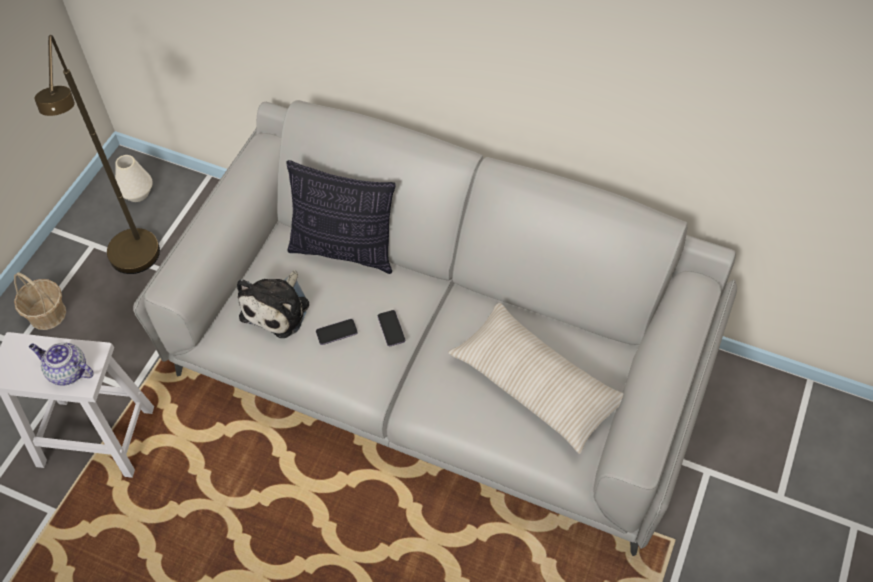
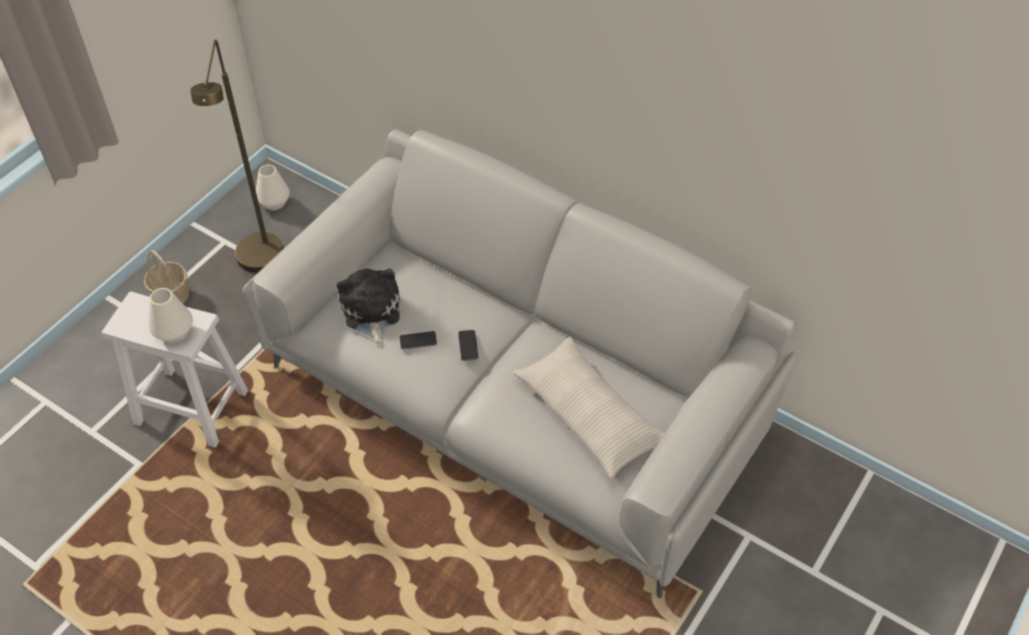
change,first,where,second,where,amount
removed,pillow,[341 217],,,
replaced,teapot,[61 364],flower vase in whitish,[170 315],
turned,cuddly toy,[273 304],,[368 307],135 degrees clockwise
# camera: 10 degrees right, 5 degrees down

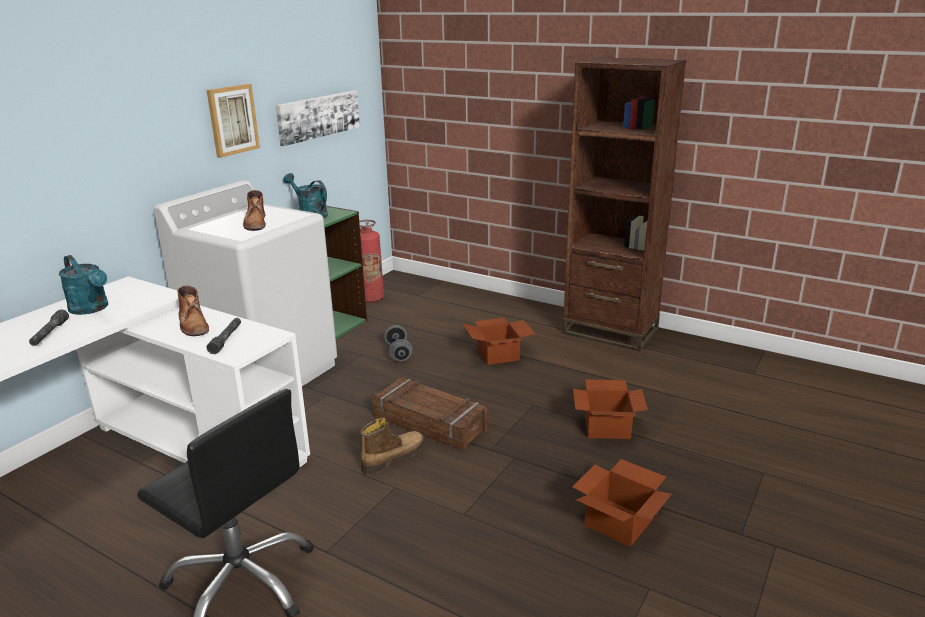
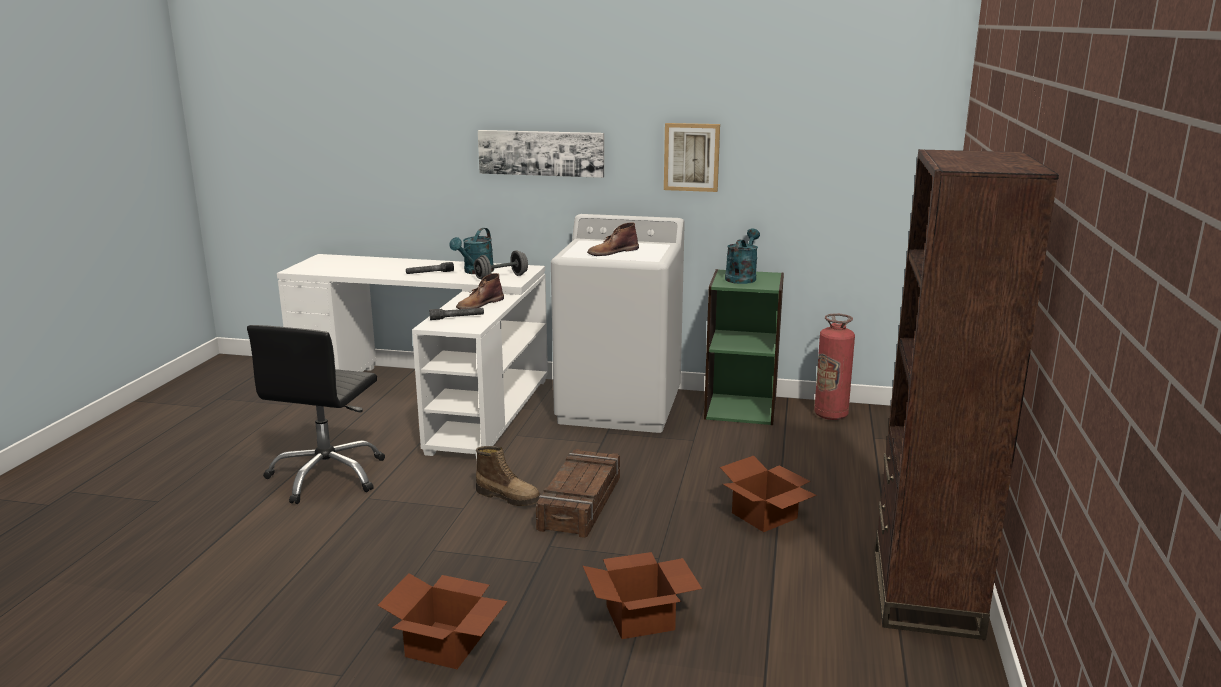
change,first,where,second,where,amount
moved,wall art,[318 118],,[541 154],
moved,hand weight in gray,[398 343],,[501 265],
# camera: 70 degrees right, 5 degrees down

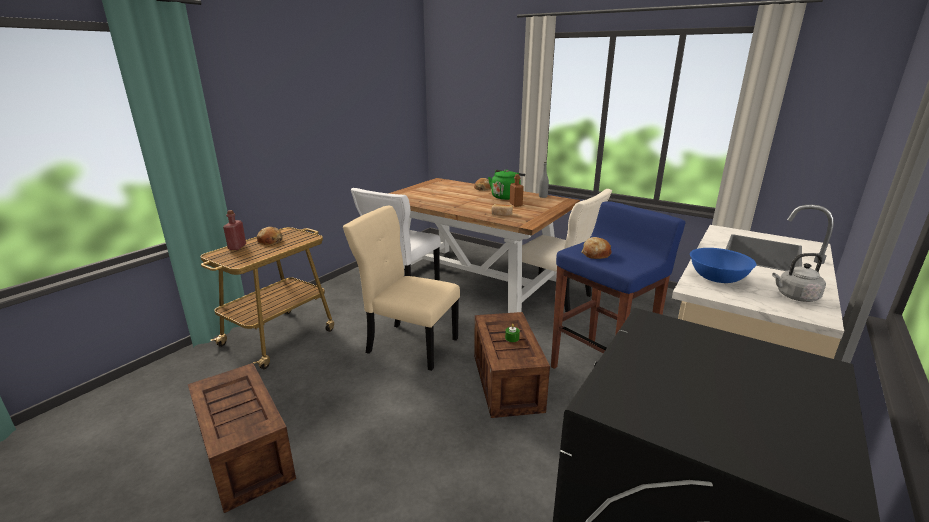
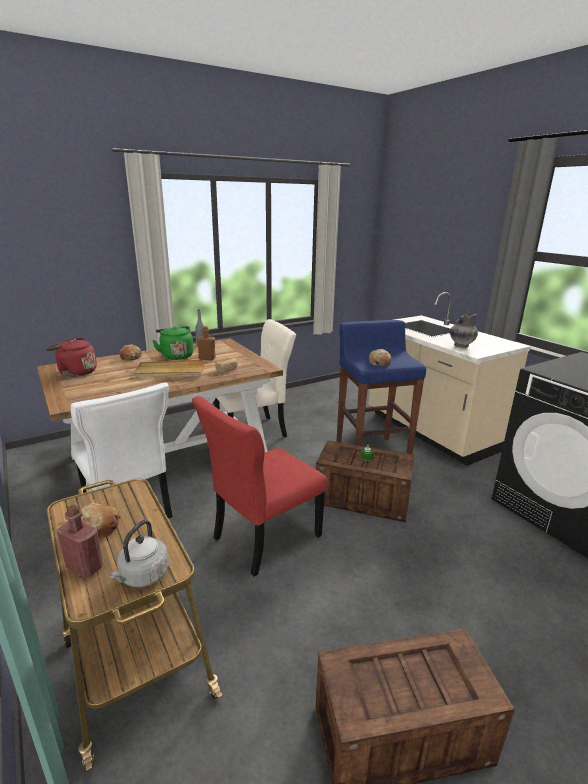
change,first,where,second,where,amount
added,,,water kettle in reddish,[71 357],
added,,,tray in beige-coloured,[169 369],
moved,water kettle in gray,[799 277],,[139 553],
replaced,serving bowl in bluish,[723 265],flower vase in gray,[464 331],
recoloured,plain chair in beige-coloured,[401 288],plain chair in reddish,[259 486],
# camera: 65 degrees left, 0 degrees up

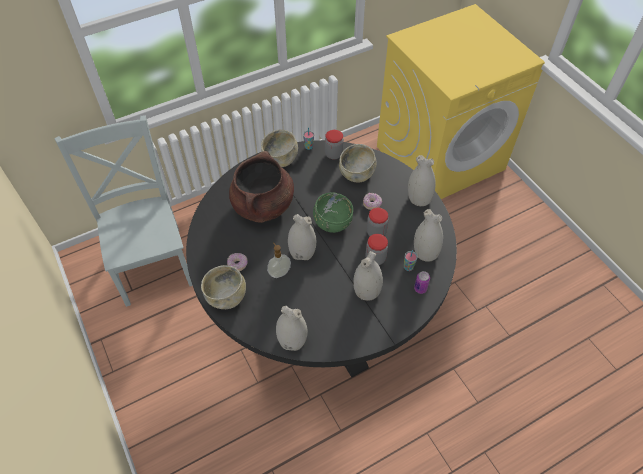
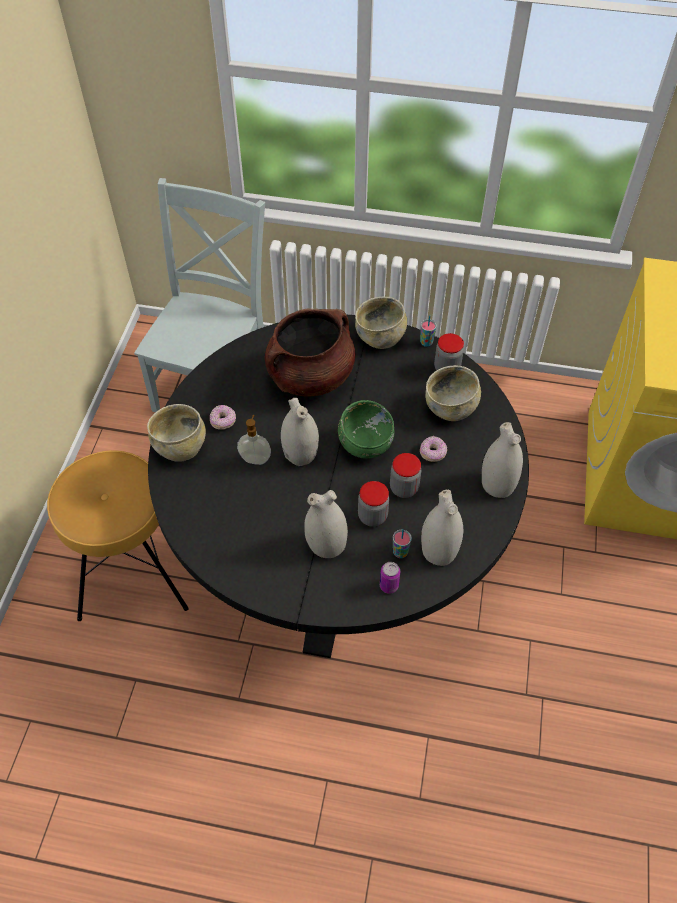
change,first,where,second,where,amount
removed,flower vase in whitish,[291 328],,,
added,,,stool seat in brown,[118 535],
# camera: 40 degrees right, 0 degrees up

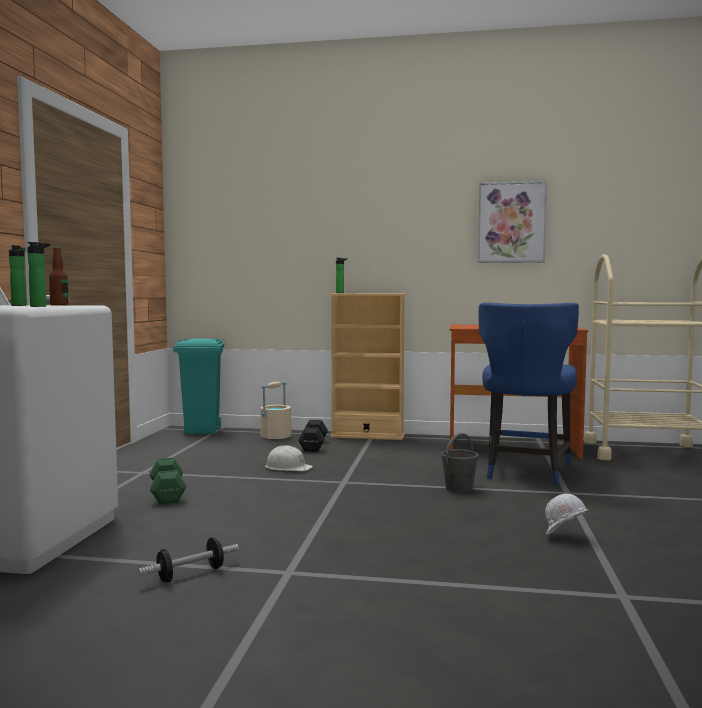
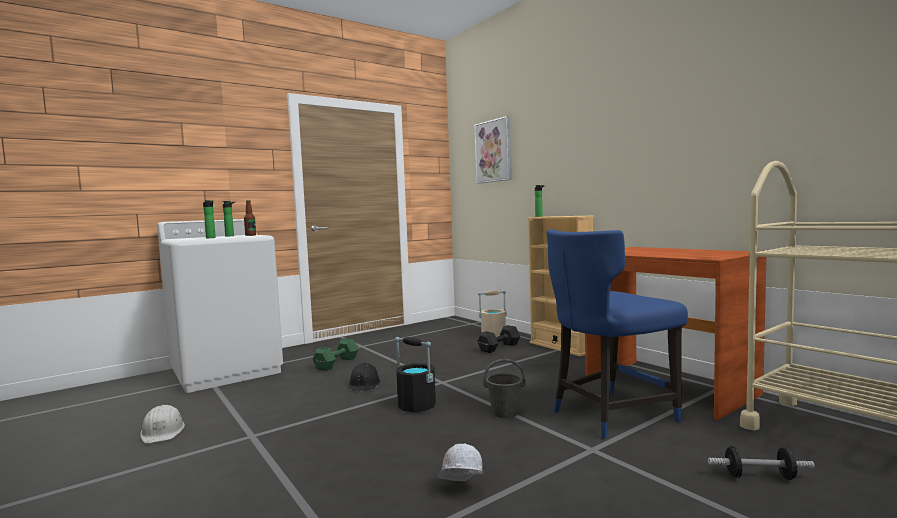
change,first,where,second,where,amount
removed,waste bin in blue-green,[199 386],,,
added,,,hard hat in black,[364 377],
added,,,water bucket in black,[415 374],
moved,hand weight,[188 559],,[761 463],
moved,hard hat in whitish,[288 458],,[162 424],
moved,wall art,[512 222],,[493 149],
# camera: 45 degrees right, 0 degrees up

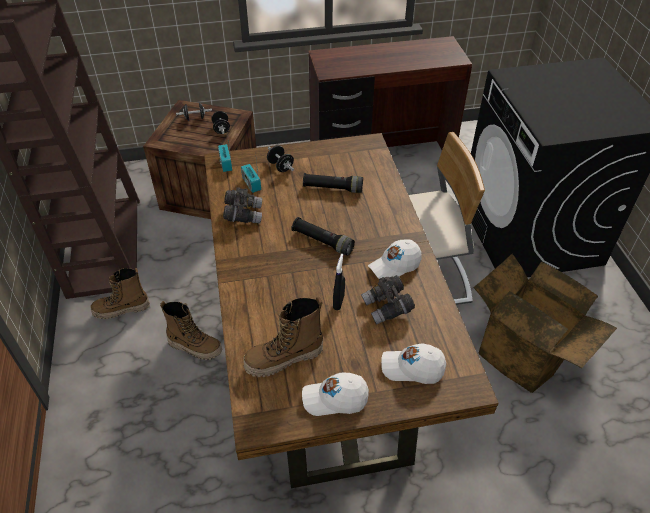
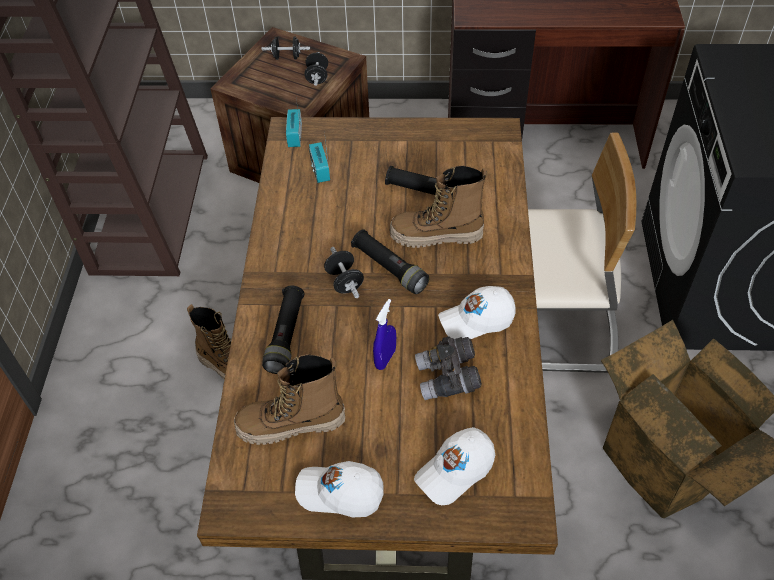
change,first,where,second,where,amount
removed,field glasses in gray,[242 205],,,
added,,,hand torch in black,[283 329],
moved,tall boot,[120 293],,[438 206],
moved,hand weight in black,[280 158],,[344 272],
recoloured,spray bottle in black,[339 282],spray bottle in bluish,[384 334],
turned,peaked cap in whitish,[413 363],,[454 466],60 degrees counterclockwise
# camera: 15 degrees right, 5 degrees up

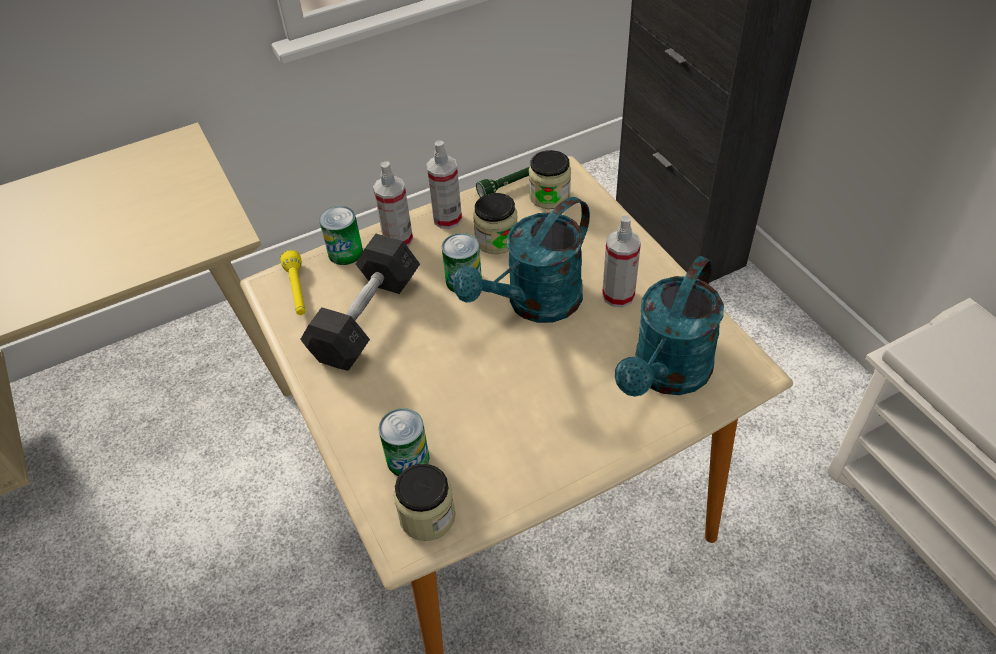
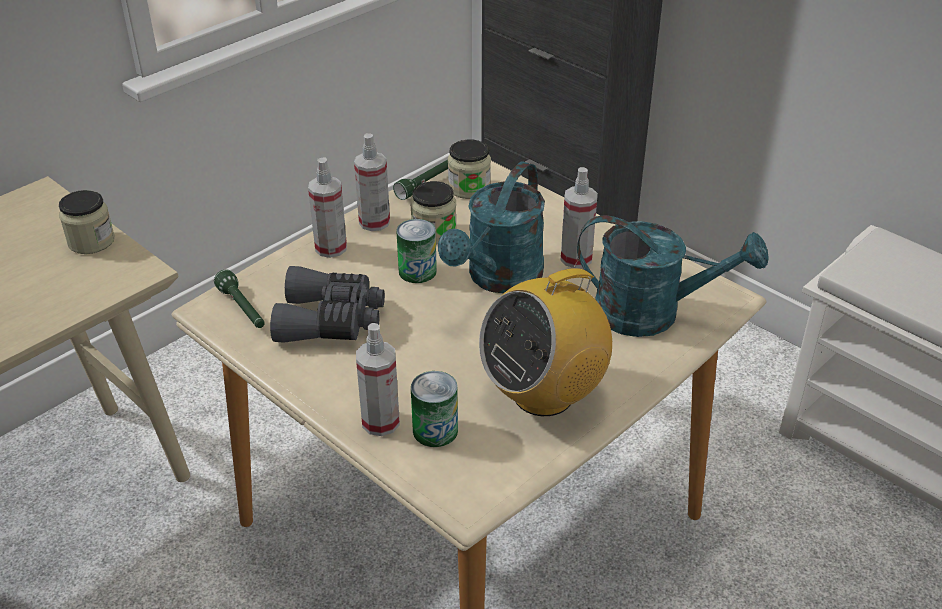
change,first,where,second,where,amount
removed,metal can,[341 235],,,
added,,,spray bottle,[378 379],
added,,,radio receiver,[545 337],
moved,storage jar,[425 502],,[87 222],
replaced,hand weight in gray,[360 302],field glasses in gray,[327 304],
recoloured,hand torch in yellowish,[293 282],hand torch in green-coloured,[239 298],
turned,sprinkling can in blue-green,[669 326],,[673 276],90 degrees counterclockwise
# camera: 20 degrees left, 10 degrees down

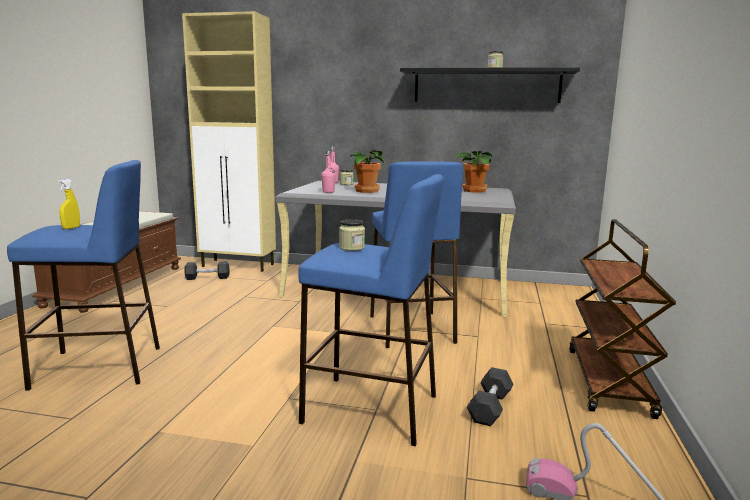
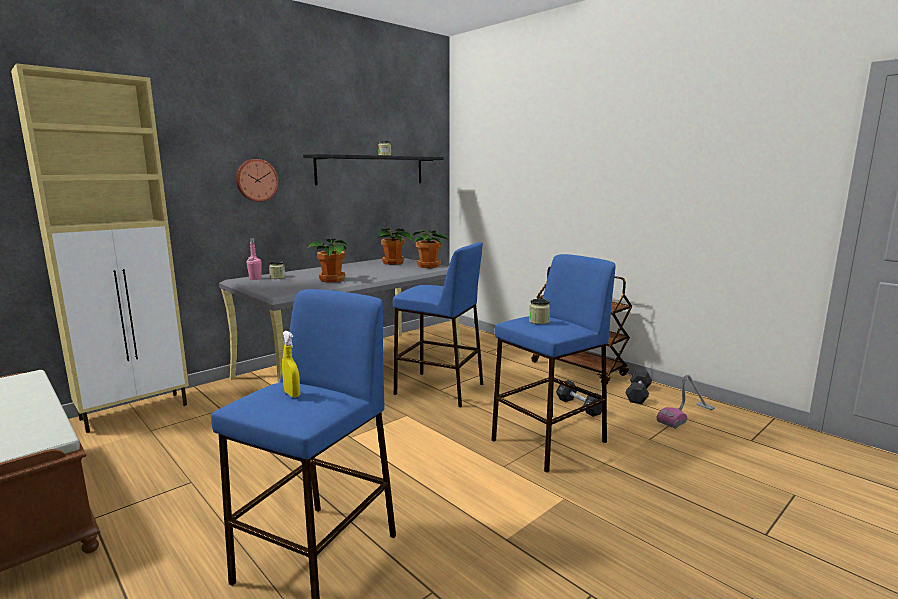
change,first,where,second,where,amount
removed,beverage bottle in pinkish,[328 171],,,
added,,,wall clock,[257 180],
added,,,potted plant,[431 249],
moved,hand weight in black,[206 270],,[638 387],
# camera: 55 degrees left, 0 degrees up

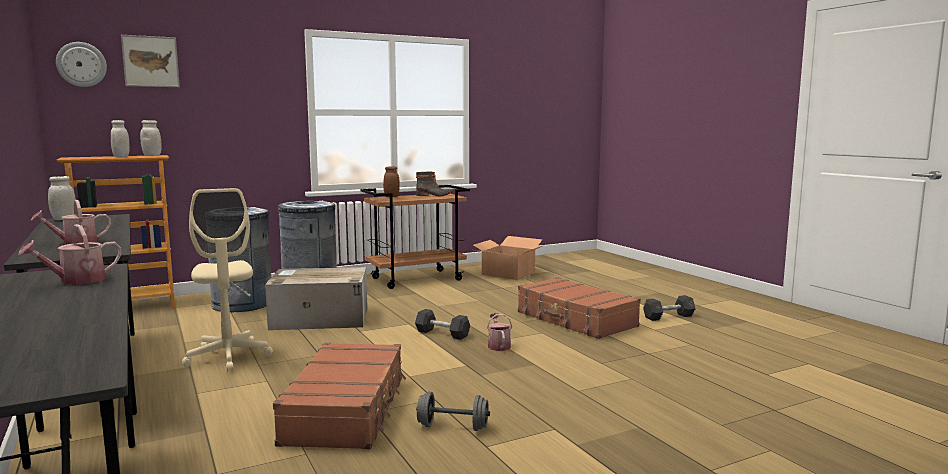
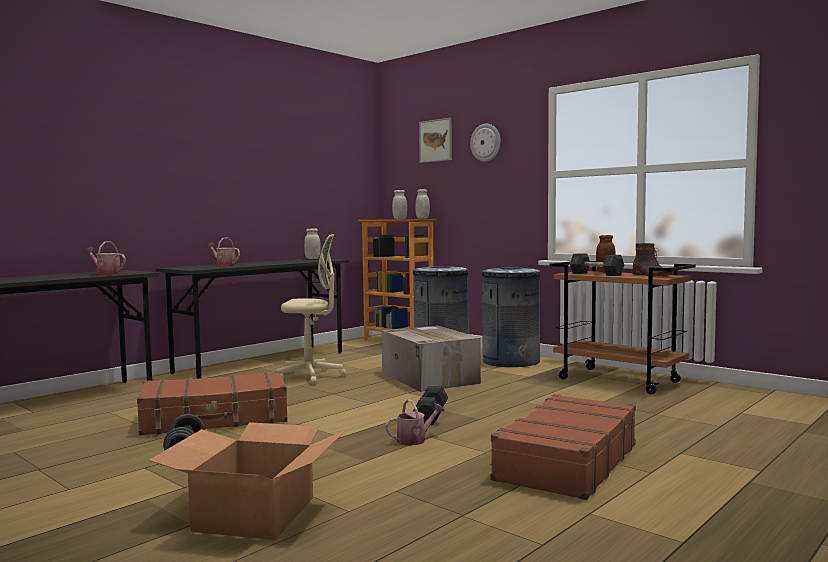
change,first,where,second,where,amount
moved,wall clock,[81 64],,[485 143],
moved,packing box,[508 258],,[247 481],
moved,hand weight in gray,[669 308],,[597 264],
turned,desk chair in beige-coloured,[227 280],,[311 309],135 degrees counterclockwise
# camera: 70 degrees right, 5 degrees down

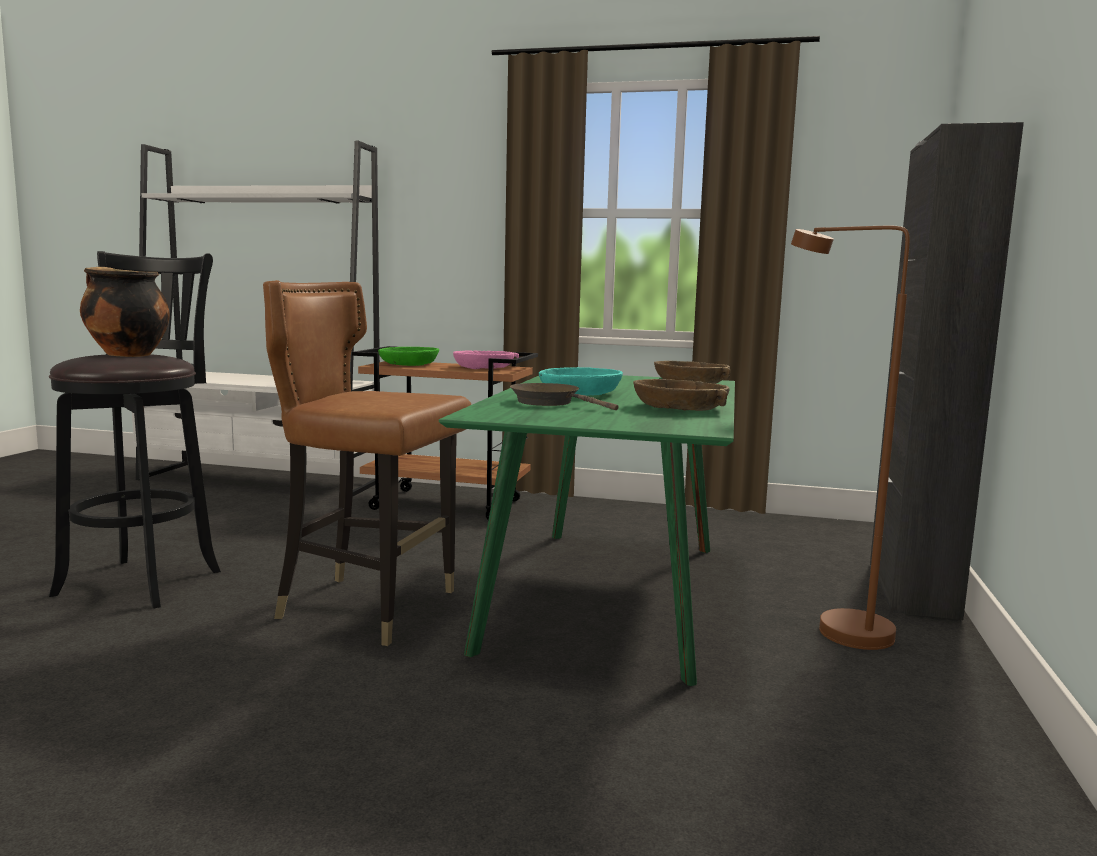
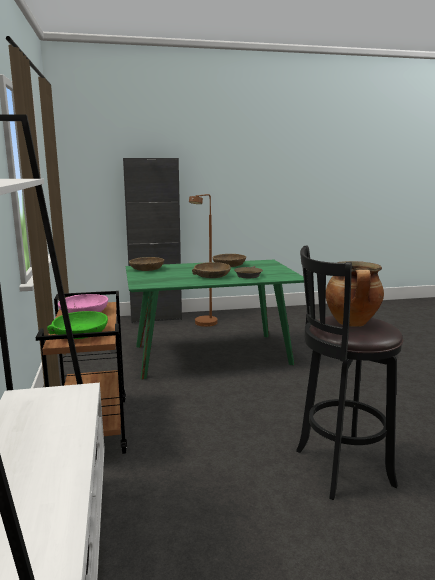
change,first,where,second,where,amount
removed,plain chair in brown,[367 463],,,
recoloured,serving bowl in blue-green,[581 381],serving bowl in brown,[211 270],
# camera: 115 degrees left, 5 degrees up

